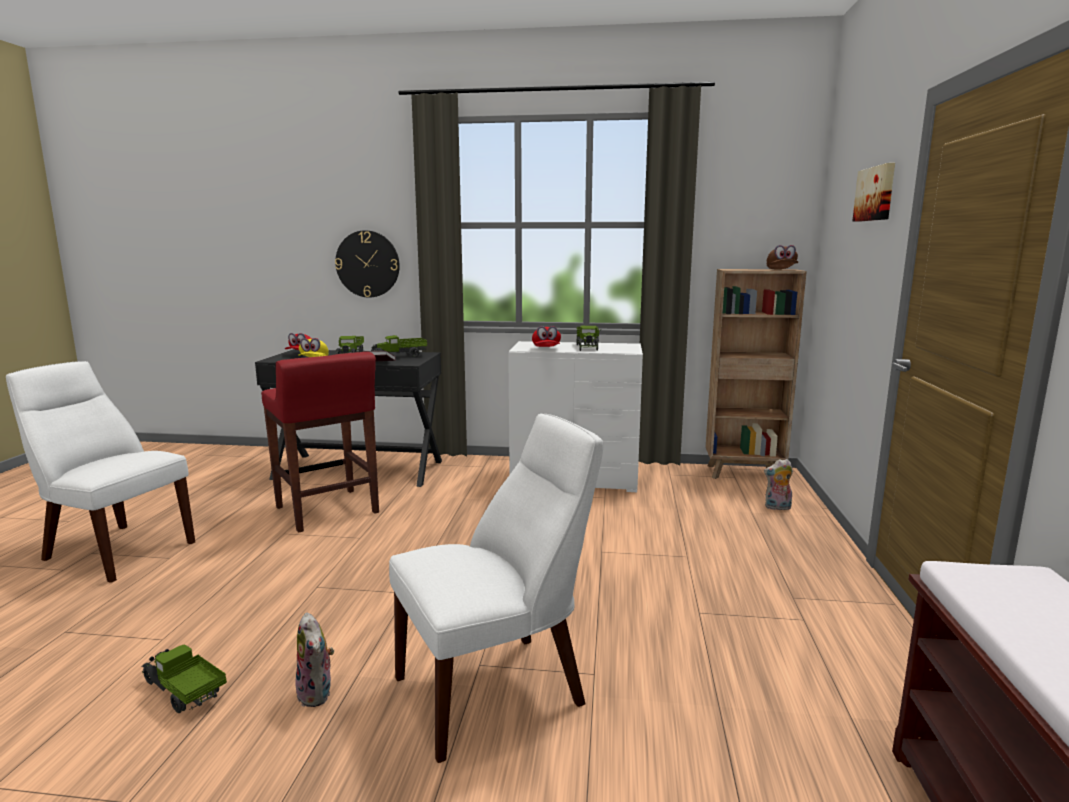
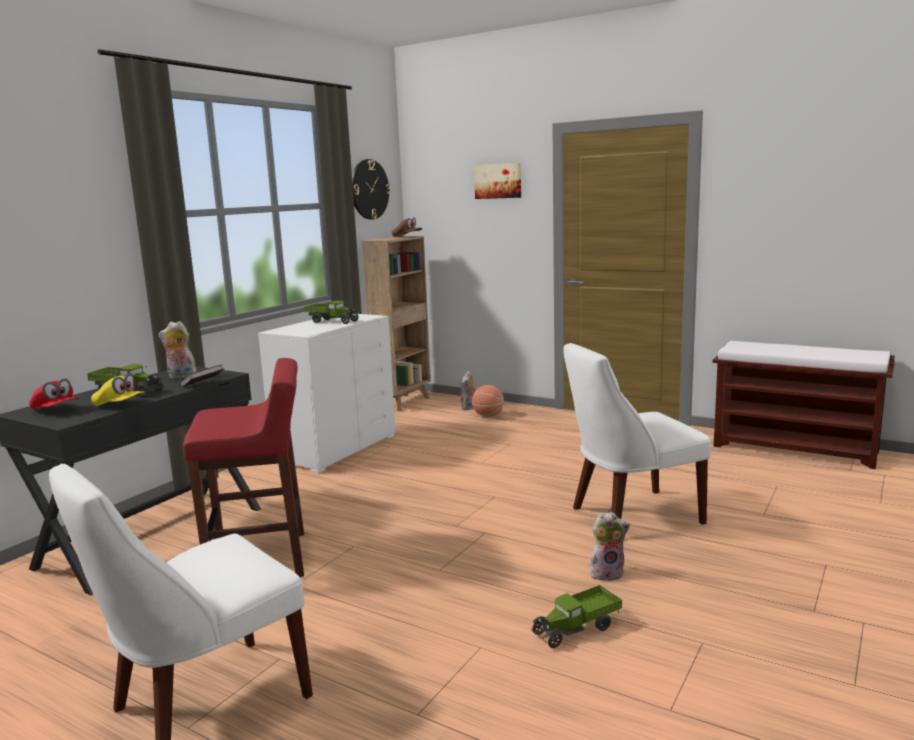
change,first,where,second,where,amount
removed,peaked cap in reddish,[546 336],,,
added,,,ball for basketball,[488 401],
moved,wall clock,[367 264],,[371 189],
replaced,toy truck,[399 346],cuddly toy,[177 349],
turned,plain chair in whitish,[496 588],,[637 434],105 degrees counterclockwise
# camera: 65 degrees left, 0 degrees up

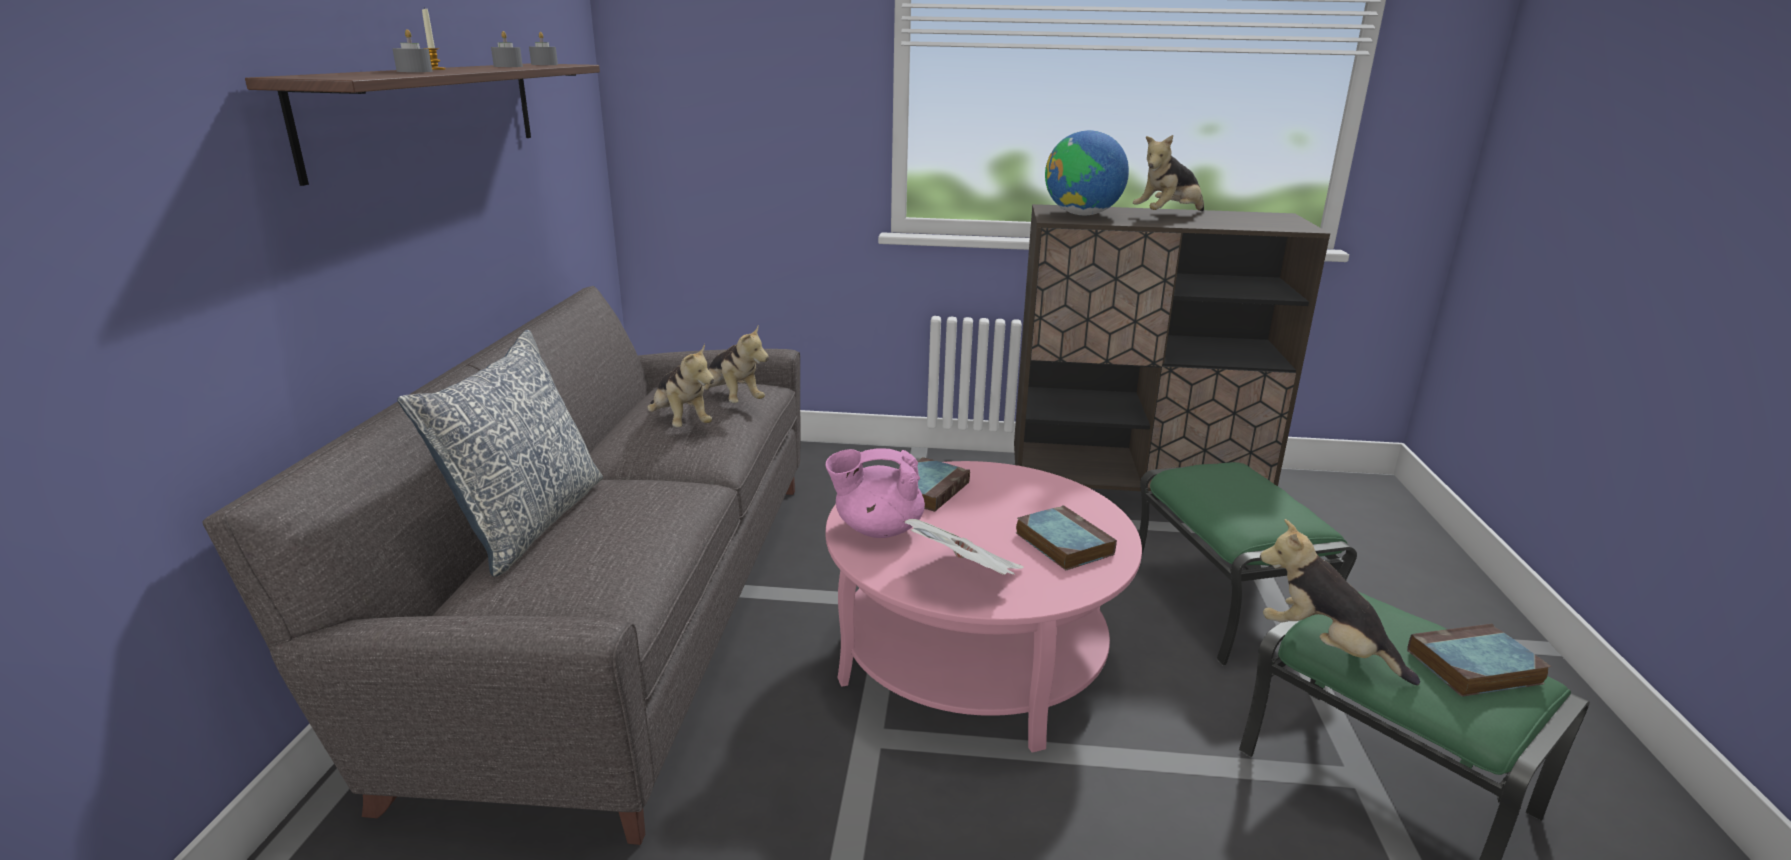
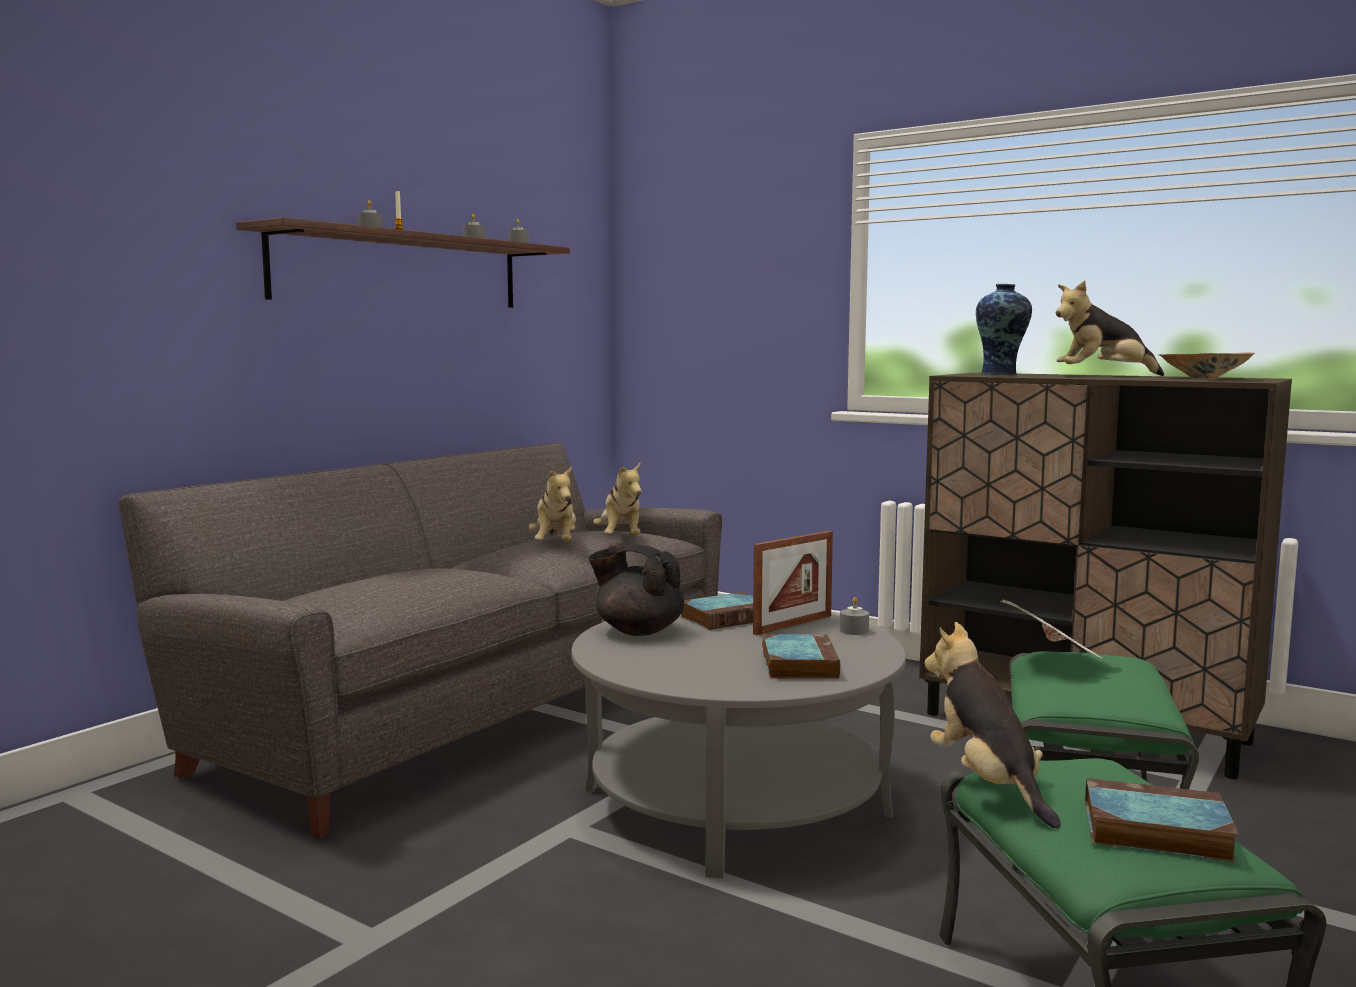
change,first,where,second,where,amount
removed,pillow,[500 453],,,
added,,,photo frame,[793 583],
added,,,candle in gray,[854 616],
added,,,serving bowl in beige-coloured,[1207 365],
moved,daily paper,[964 547],,[1061 633],
replaced,desk globe,[1087 172],flower vase,[1004 329],
recoloured,lounge table in pinkish,[983 607],lounge table in gray,[738 746],
recoloured,teapot in pinkish,[875 493],teapot in black,[636 590],
# camera: 30 degrees right, 15 degrees down

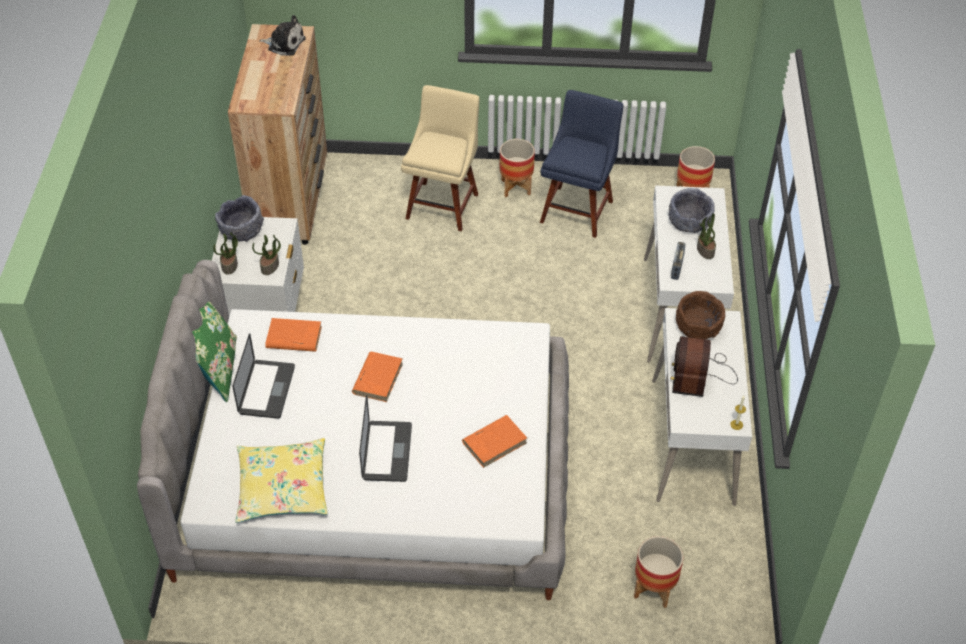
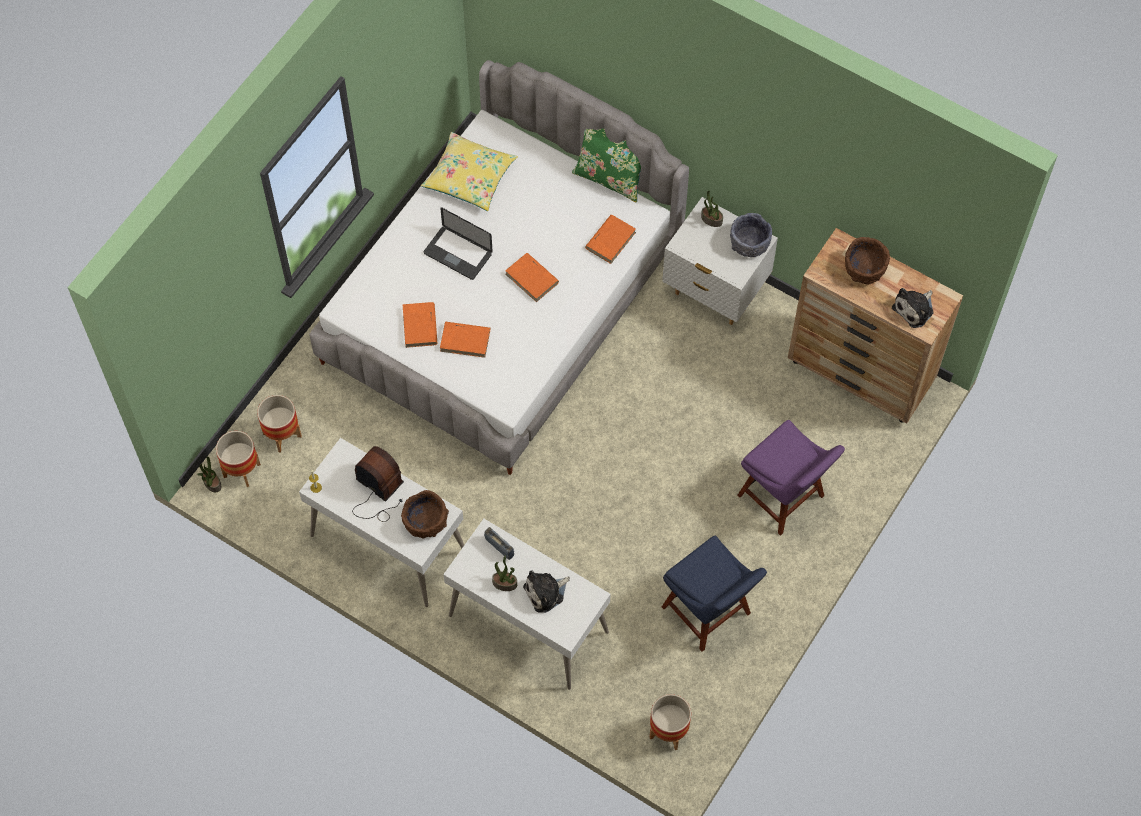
change,first,where,second,where,amount
removed,laptop,[264 376],,,
added,,,volume in orange,[465 340],
added,,,serving bowl in brown,[867 261],
moved,potted plant,[266 255],,[209 474],
moved,plant pot,[517 168],,[238 459],
replaced,serving bowl in gray,[692 210],cuddly toy,[546 591],
recoloured,plain chair in beige-coloured,[440 158],plain chair in purple,[791 478],
# camera: 120 degrees right, 15 degrees up

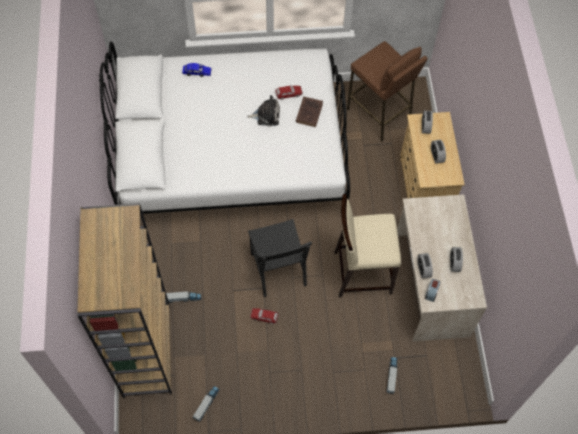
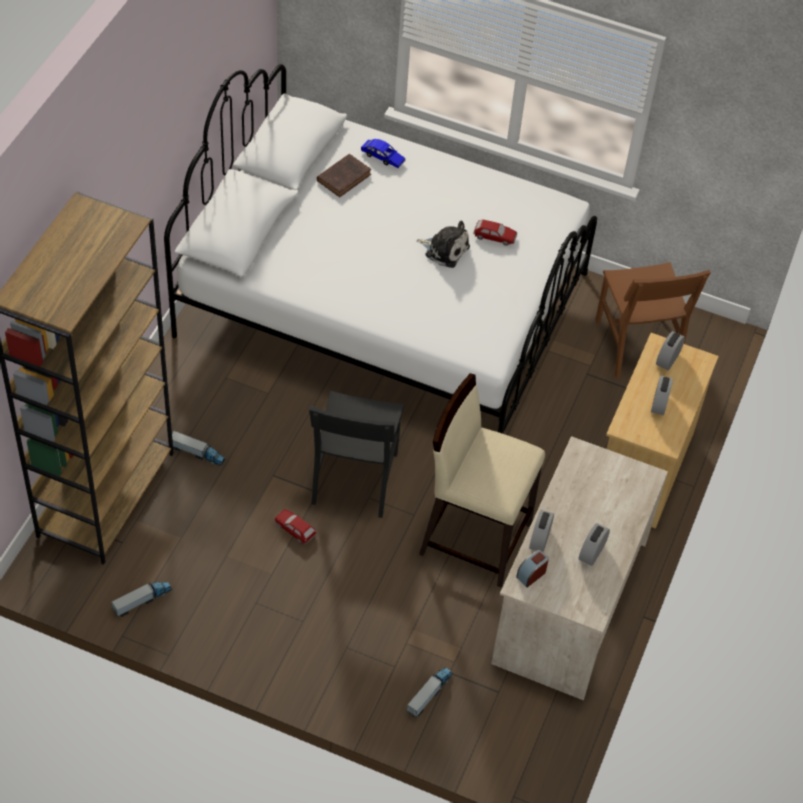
change,first,where,second,where,amount
moved,volume in brown,[309 112],,[344 175],
replaced,stool seat in brown,[387 91],plain chair in brown,[653 320],
# camera: 25 degrees right, 10 degrees down

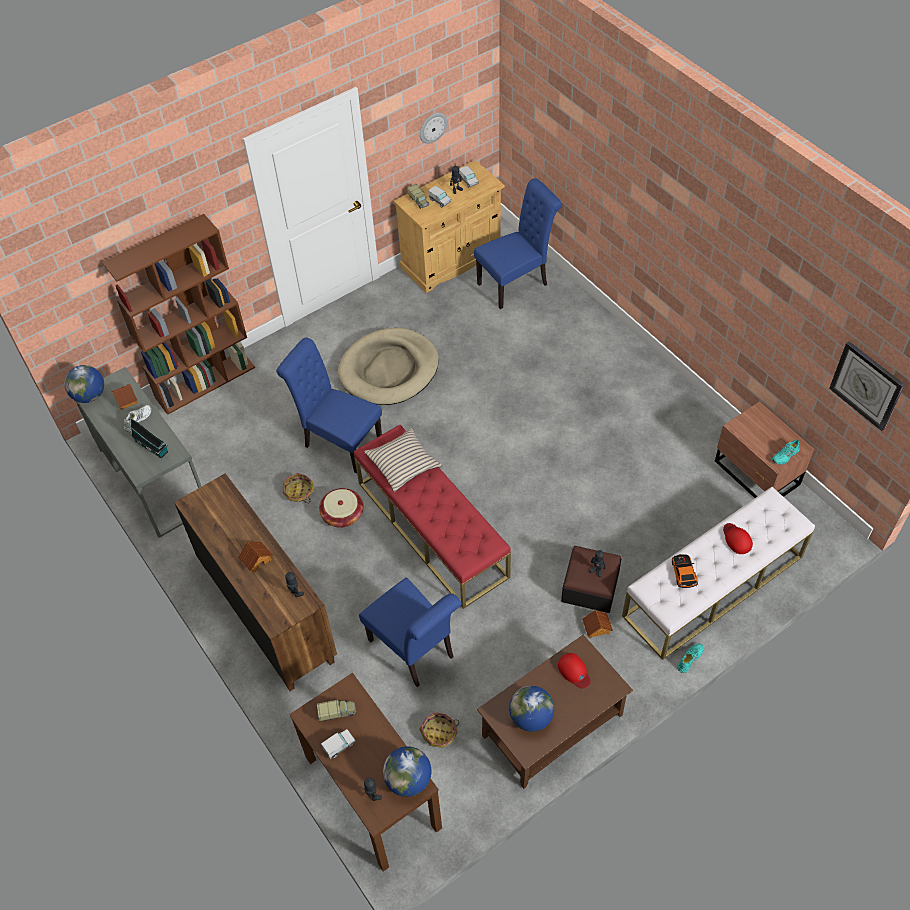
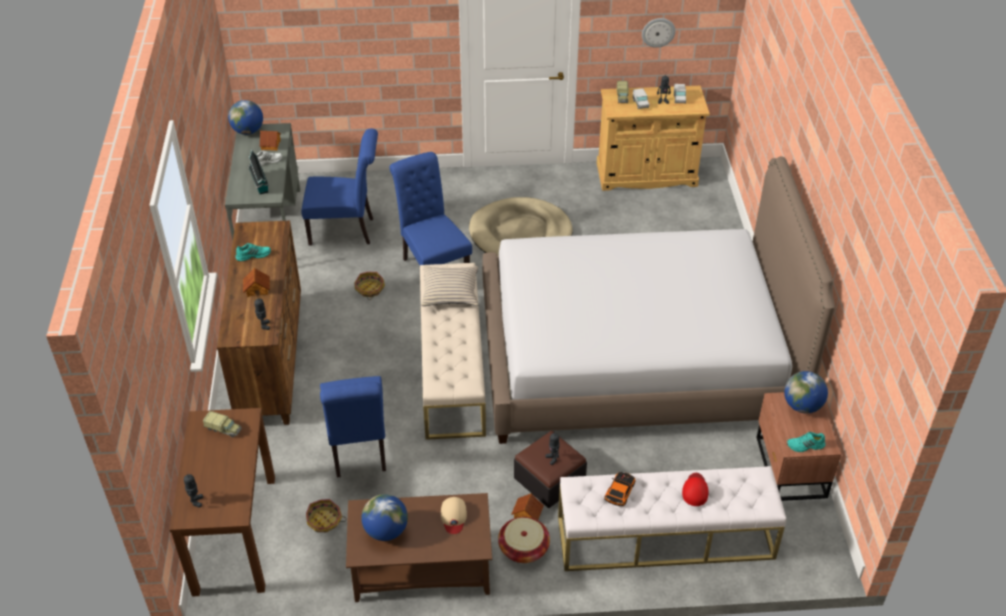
change,first,where,second,where,amount
removed,bookcase in brown,[178 314],,,
removed,toy truck,[338 744],,,
removed,wall clock,[867 386],,,
added,,,bed,[658 300],
moved,basket,[341 508],,[524 540],
moved,desk globe,[407 771],,[806 392],
moved,plain chair in bluish,[518 243],,[339 186],
moved,item of footwear in blue-green,[690 658],,[253 252],
recoloured,bench in reddish,[432 516],bench in beige-coloured,[453 351],
recoloured,peaked cap in reddish,[574 670],peaked cap in beige-coloured,[454 515],
# camera: 30 degrees right, 10 degrees down

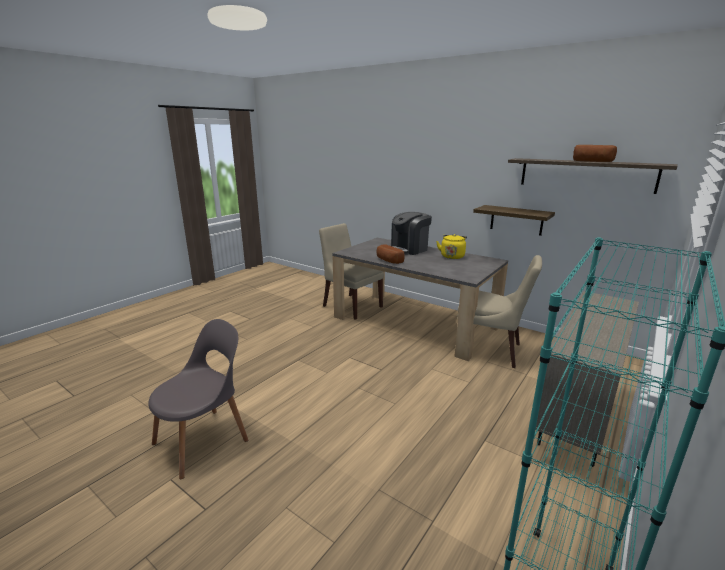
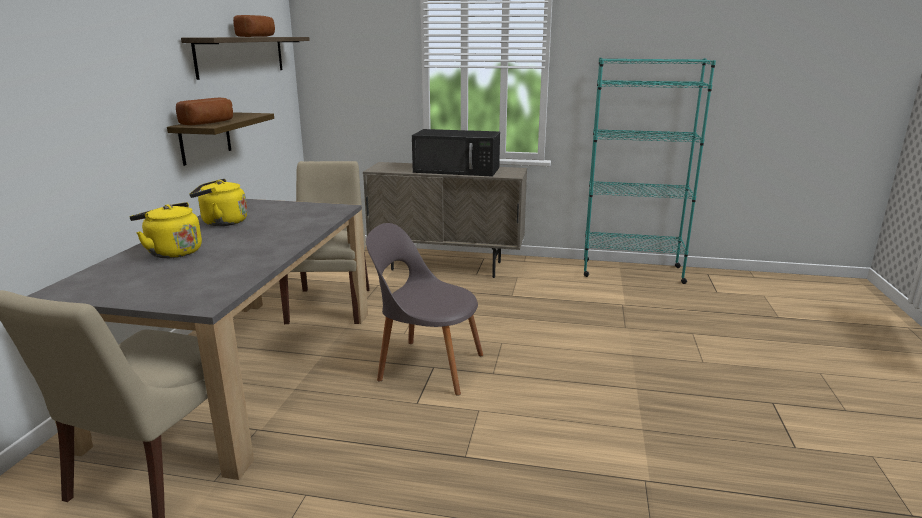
change,first,where,second,where,amount
added,,,microwave in black,[456 153],
moved,plain chair in gray,[198 399],,[424 309],
moved,bread,[390 254],,[204 111],
replaced,coffee machine,[411 233],water kettle in yellowish,[166 230],
# camera: 115 degrees left, 0 degrees up

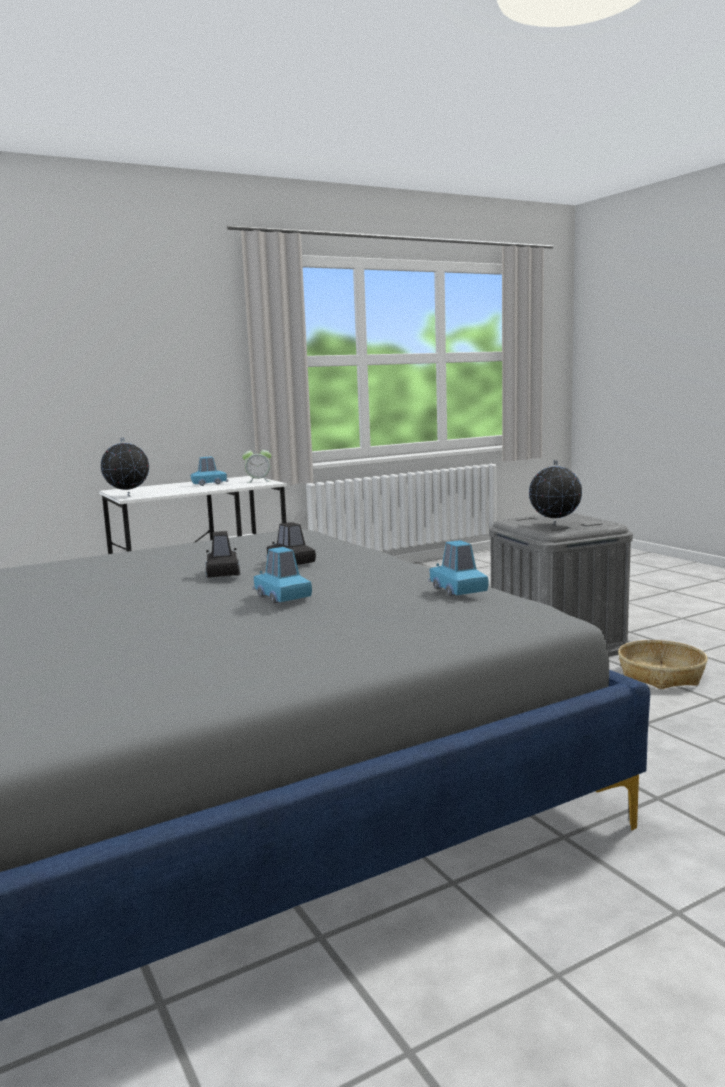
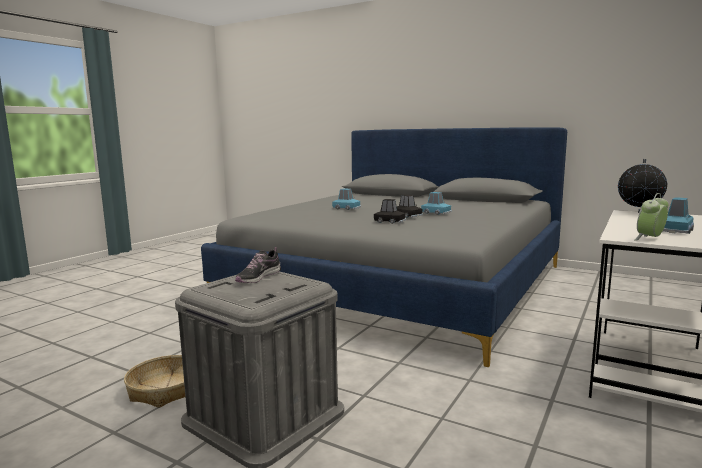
change,first,where,second,where,amount
moved,miniature car in bluish,[458 568],,[436 203],
replaced,desk globe,[555 493],item of footwear,[258 265],
# camera: 150 degrees right, 0 degrees up

